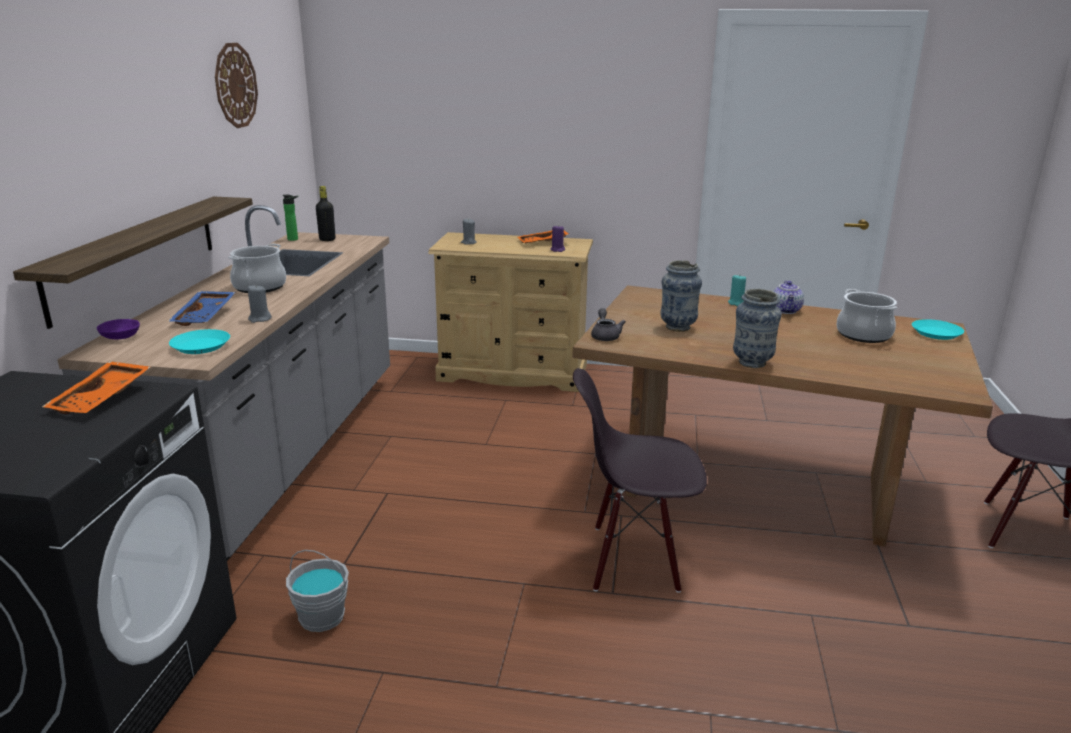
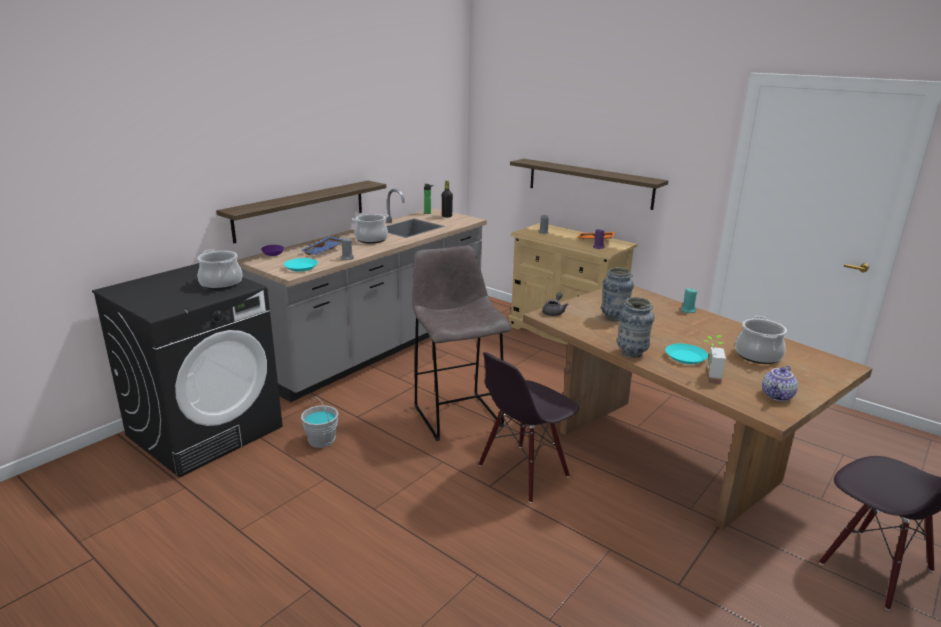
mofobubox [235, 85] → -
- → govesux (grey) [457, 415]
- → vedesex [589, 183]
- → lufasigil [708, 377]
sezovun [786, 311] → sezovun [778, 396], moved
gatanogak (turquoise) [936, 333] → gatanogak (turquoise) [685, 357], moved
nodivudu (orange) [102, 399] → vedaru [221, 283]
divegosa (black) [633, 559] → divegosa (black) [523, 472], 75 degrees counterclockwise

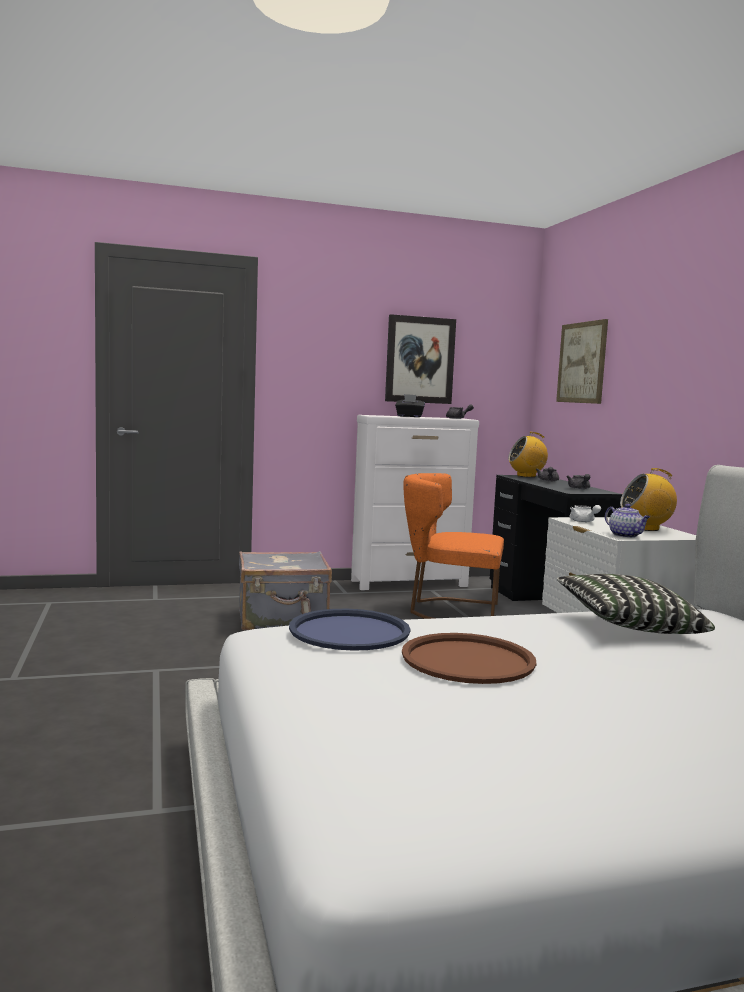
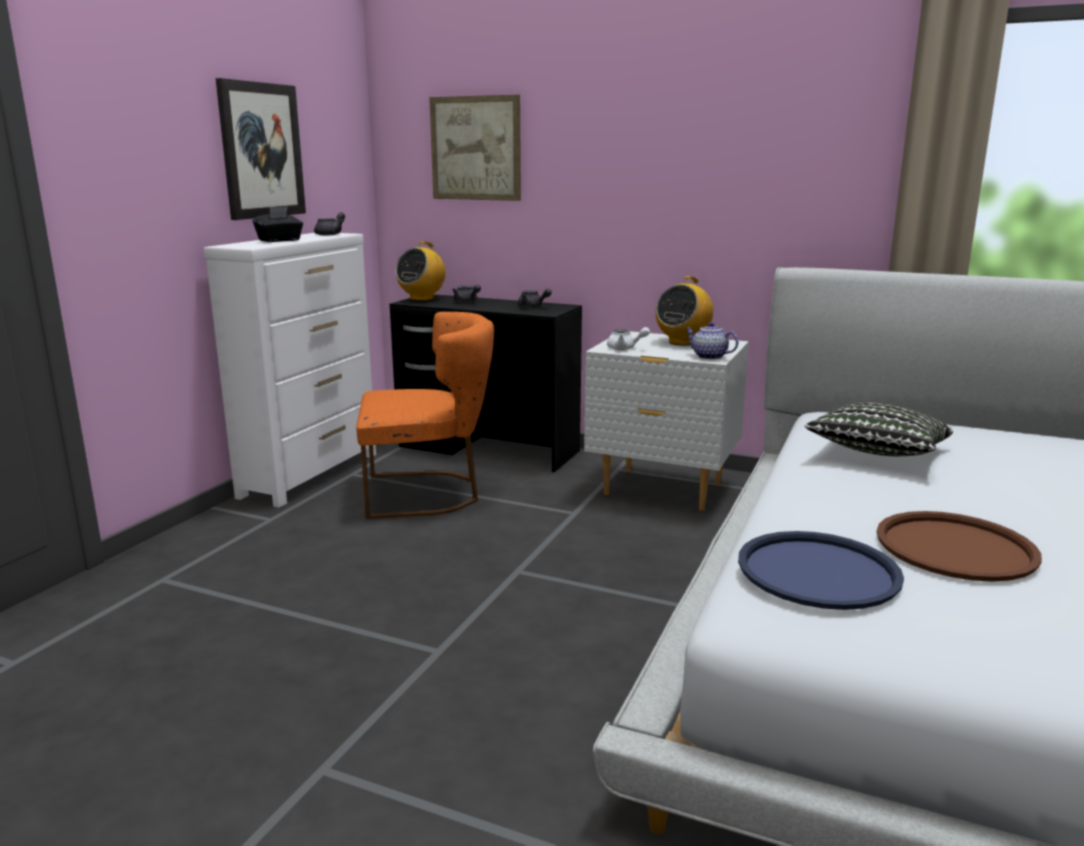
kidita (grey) [283, 620] → -
divegosa (orange) [449, 611] → divegosa (orange) [428, 493], 150 degrees counterclockwise
sezovun [626, 536] → sezovun [708, 356], 150 degrees counterclockwise

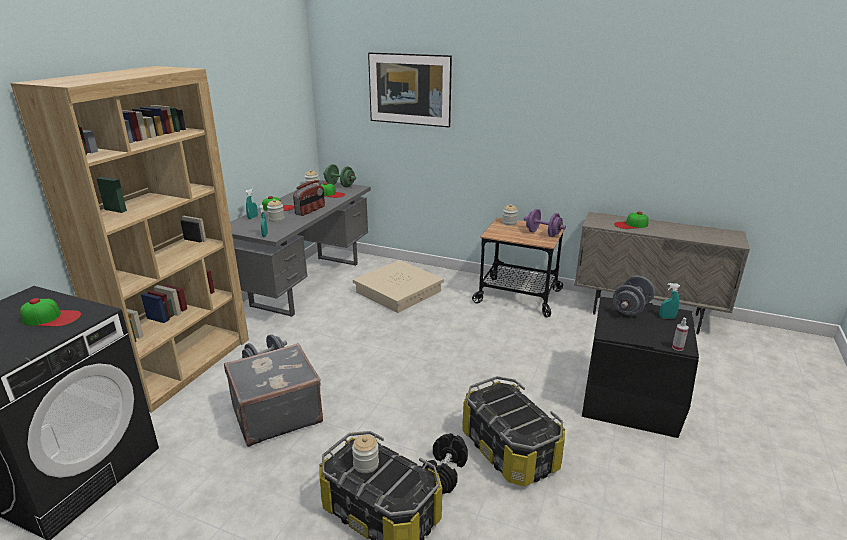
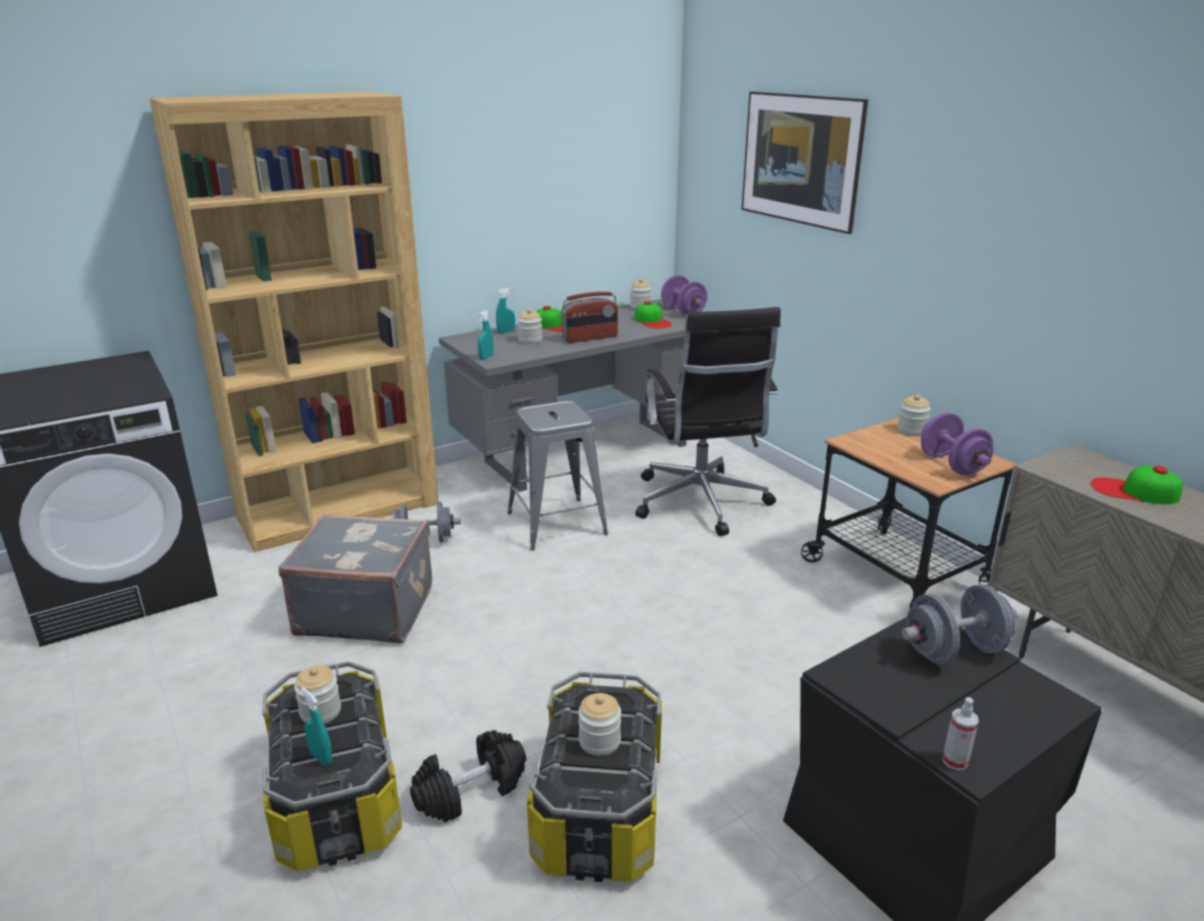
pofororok [51, 318] → -
- → govesux (grey) [556, 523]
- → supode [599, 741]
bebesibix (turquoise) [667, 317] → bebesibix (turquoise) [321, 757], moved
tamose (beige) [398, 292] → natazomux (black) [700, 503]
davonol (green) [340, 185] → davonol (purple) [683, 311]

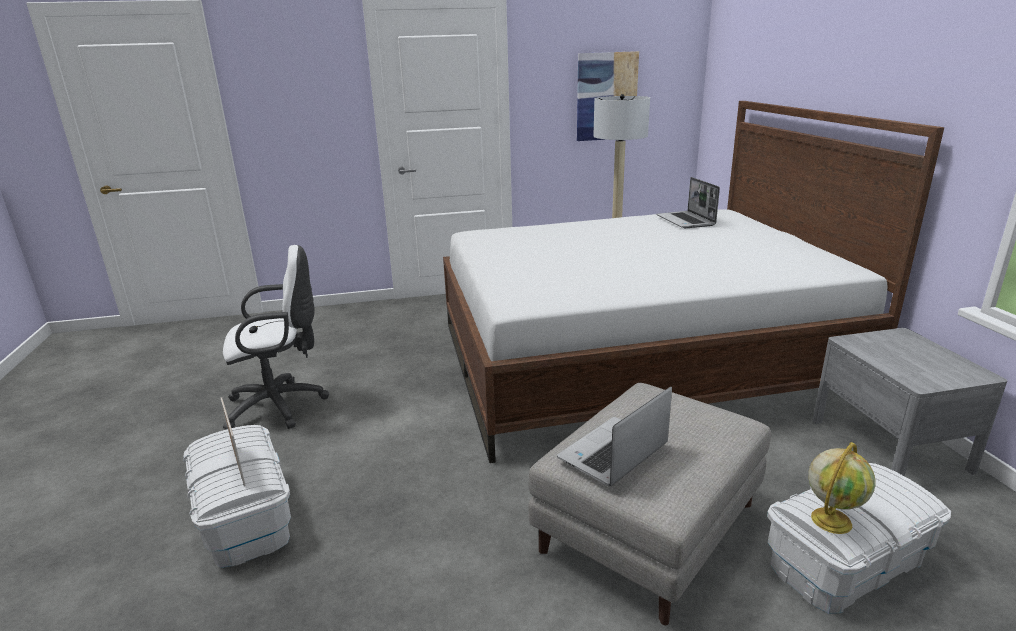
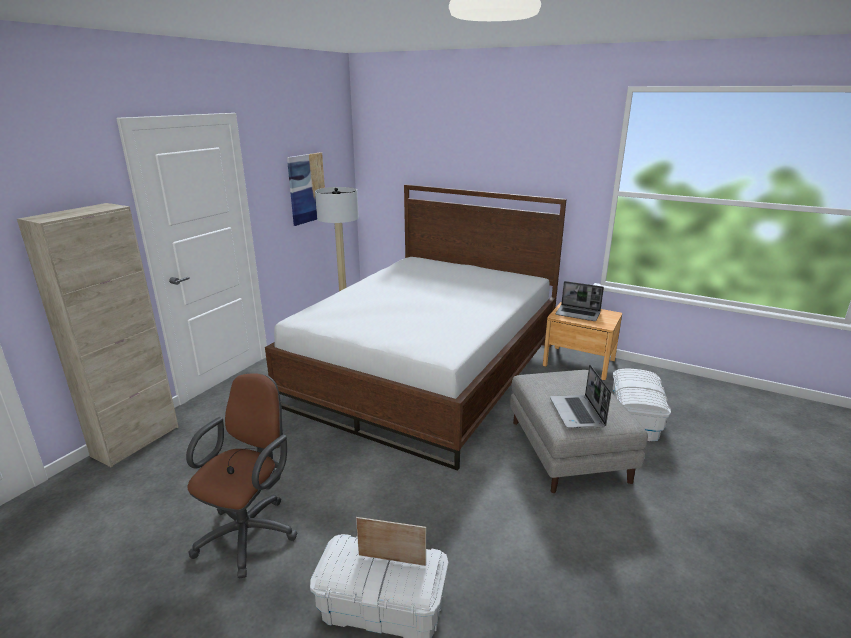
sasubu [831, 519] → -
- → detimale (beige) [136, 441]
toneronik [686, 221] → toneronik [578, 314], moved
natazomux (white) [281, 406] → natazomux (brown) [251, 531]
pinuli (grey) [889, 444] → pinuli (brown) [579, 362]

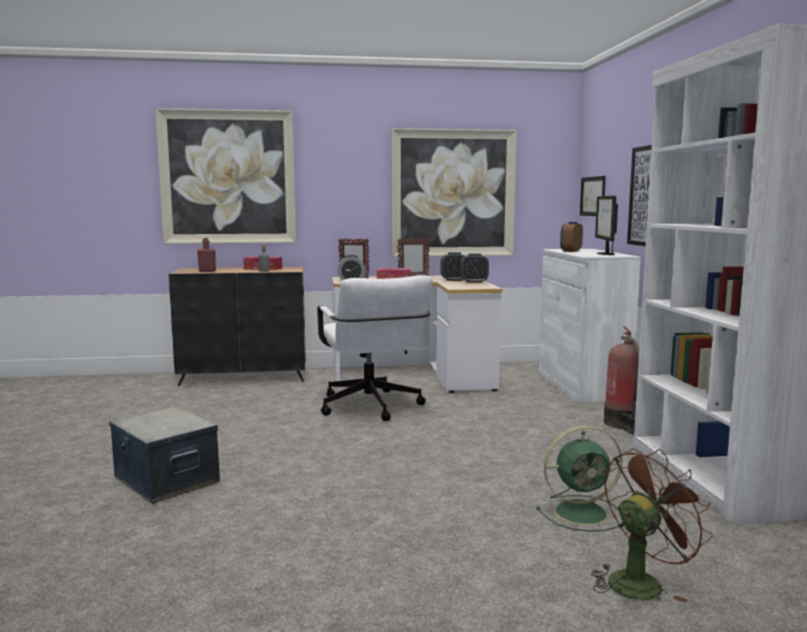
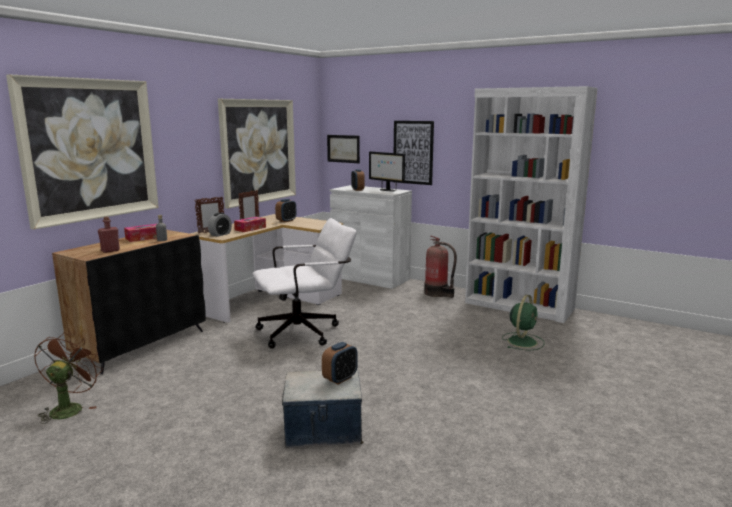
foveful [474, 282] → foveful [340, 379], moved
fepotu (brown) [641, 581] → fepotu (brown) [69, 408], moved
natazomux (white) [372, 409] → natazomux (white) [305, 332], 45 degrees counterclockwise

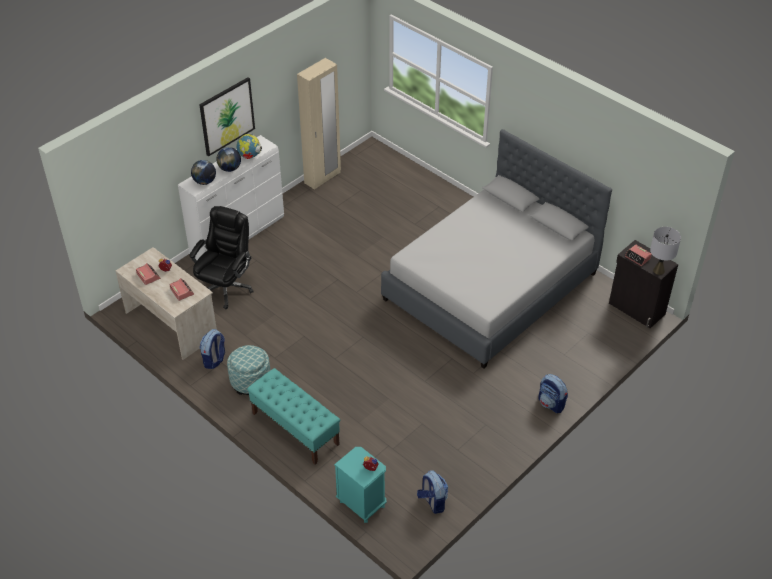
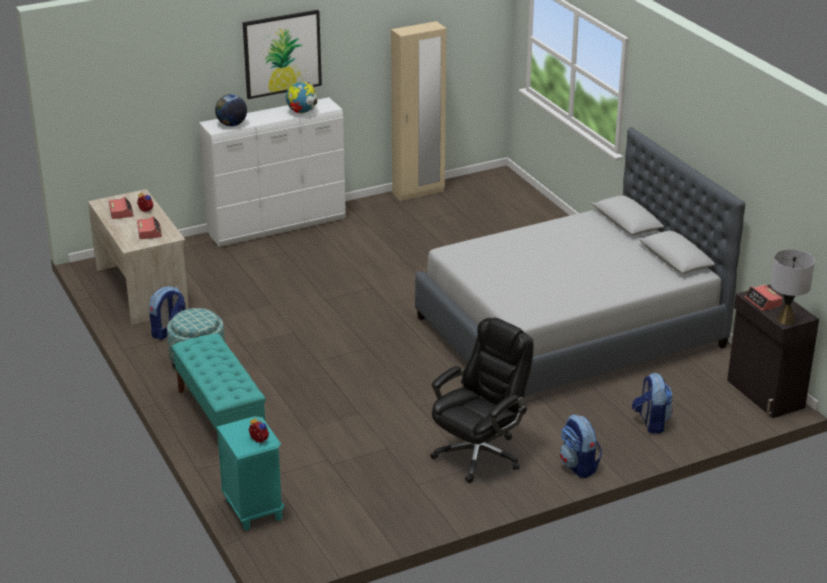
sasubu [229, 169] → -
natazomux (black) [226, 287] → natazomux (black) [479, 454], moved
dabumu [432, 502] → dabumu [651, 422], moved

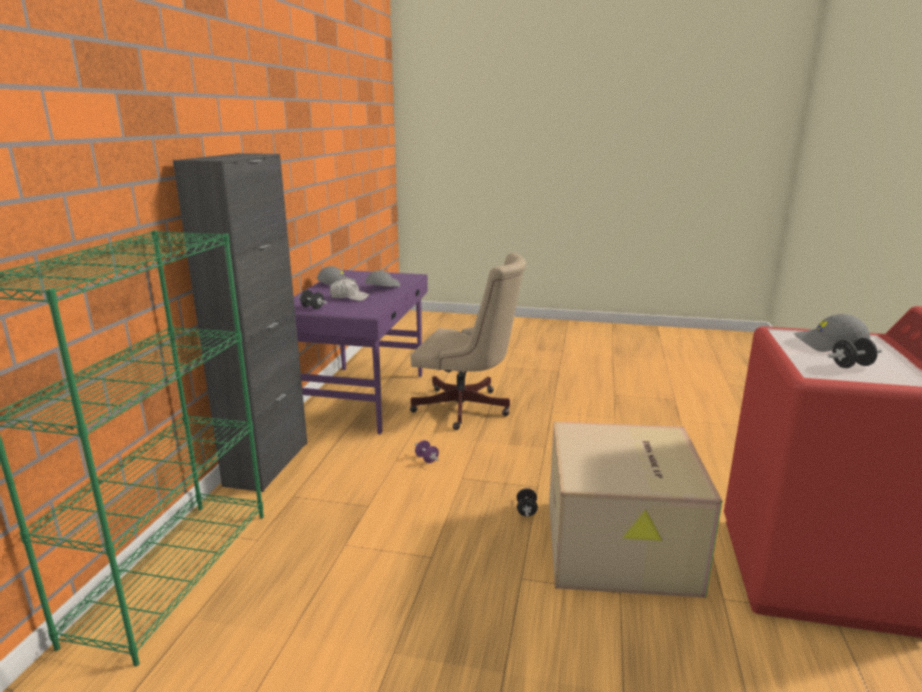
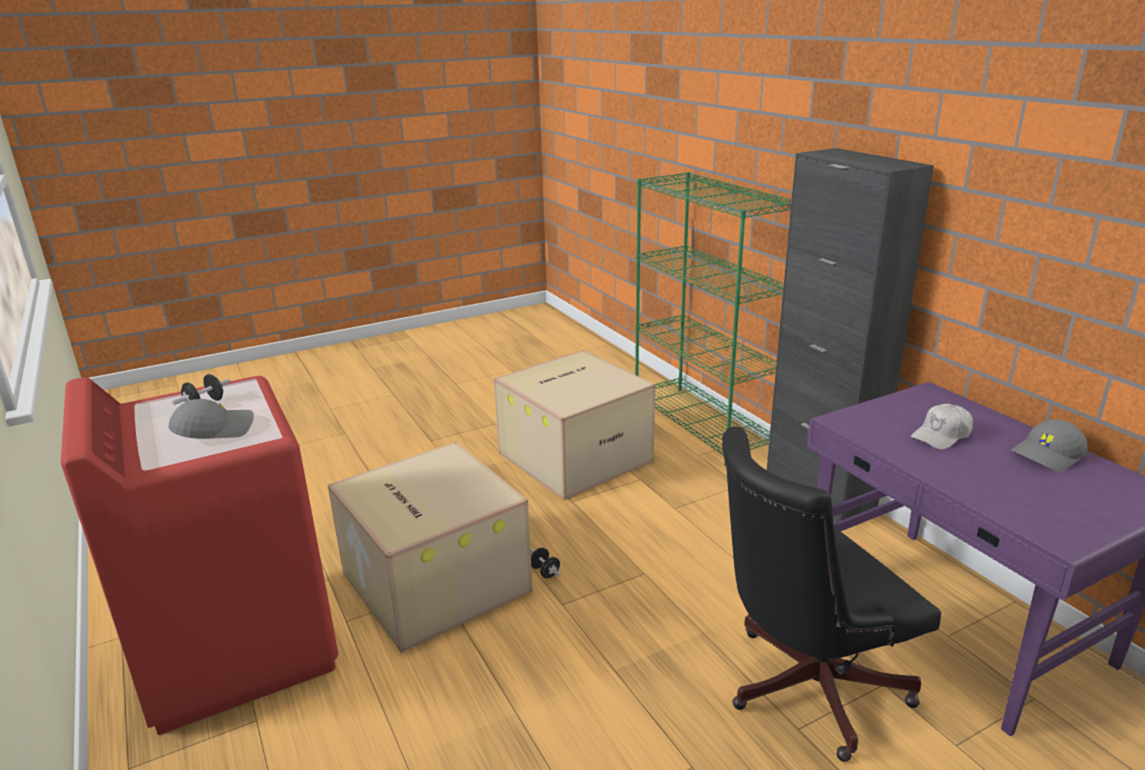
davonol (black) [312, 307] → -
pofororok (grey) [382, 287] → -
davonol (purple) [427, 459] → -
- → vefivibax [575, 455]
natazomux (beige) [467, 409] → natazomux (black) [804, 687]

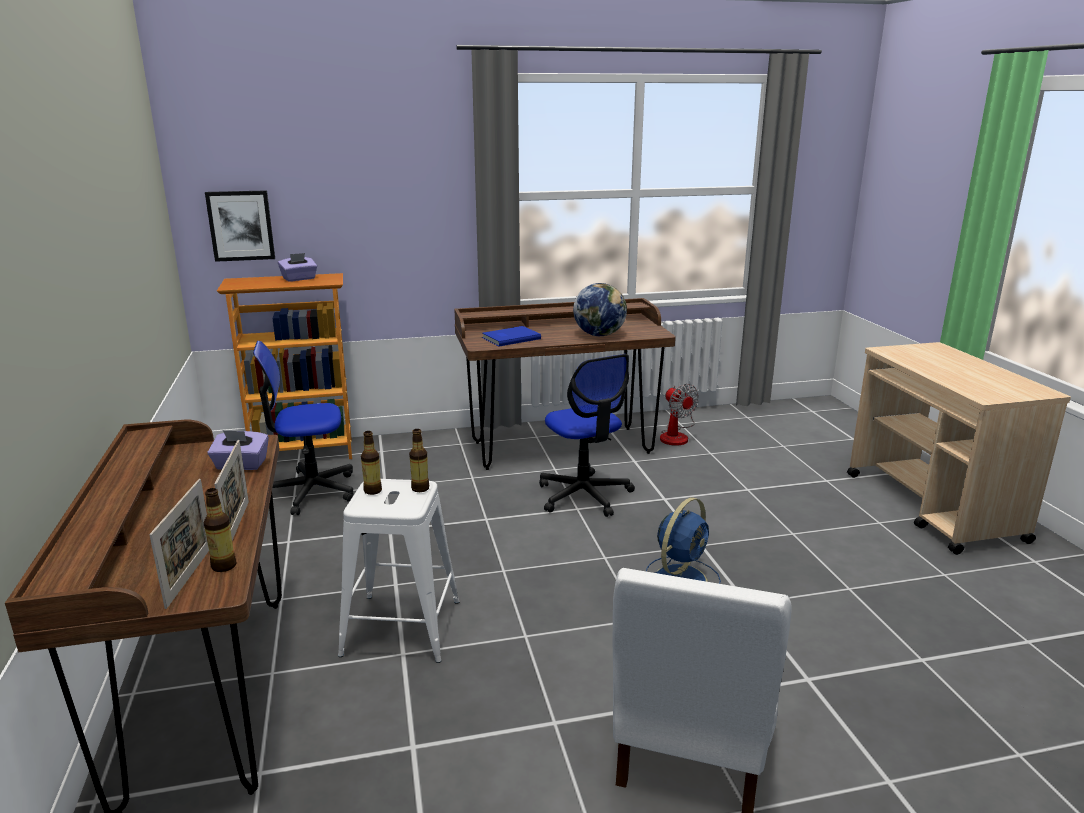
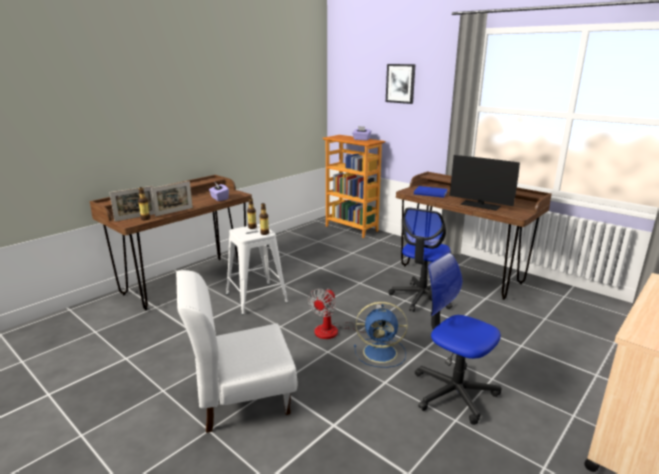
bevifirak [241, 225] → bevifirak [400, 83], moved
natazomux [311, 491] → natazomux [453, 392], moved
fepotu [676, 435] → fepotu [335, 331], moved
sasubu [599, 335] → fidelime [480, 205]

